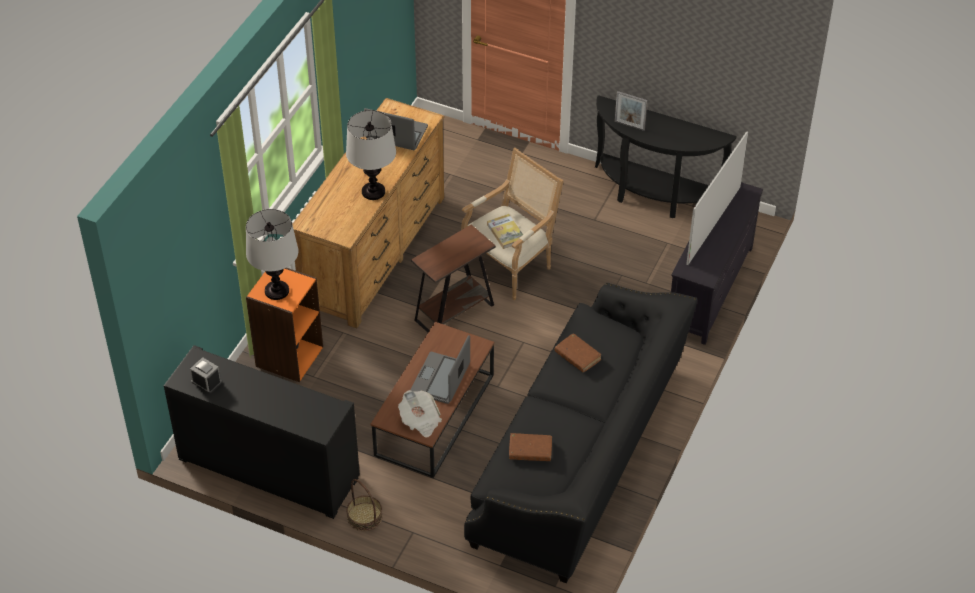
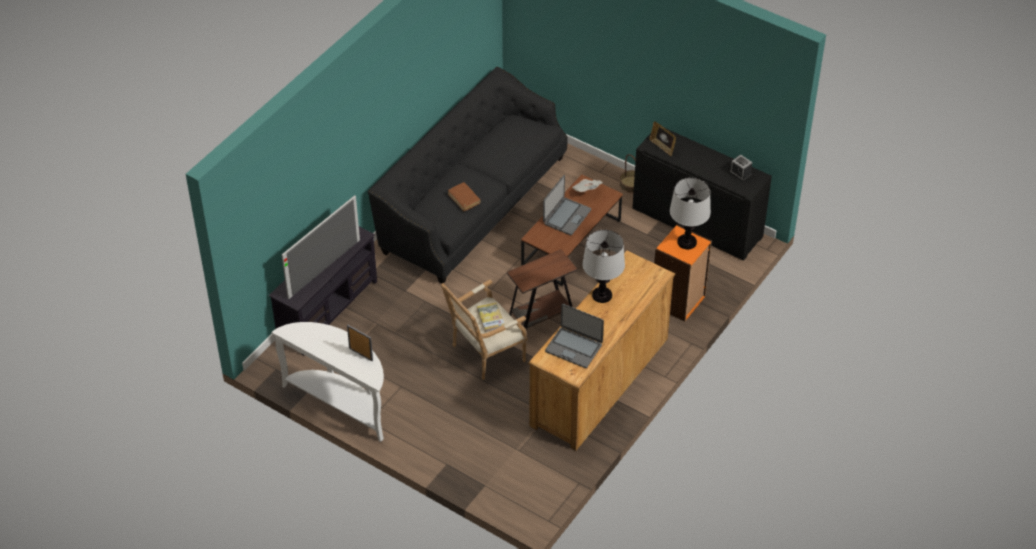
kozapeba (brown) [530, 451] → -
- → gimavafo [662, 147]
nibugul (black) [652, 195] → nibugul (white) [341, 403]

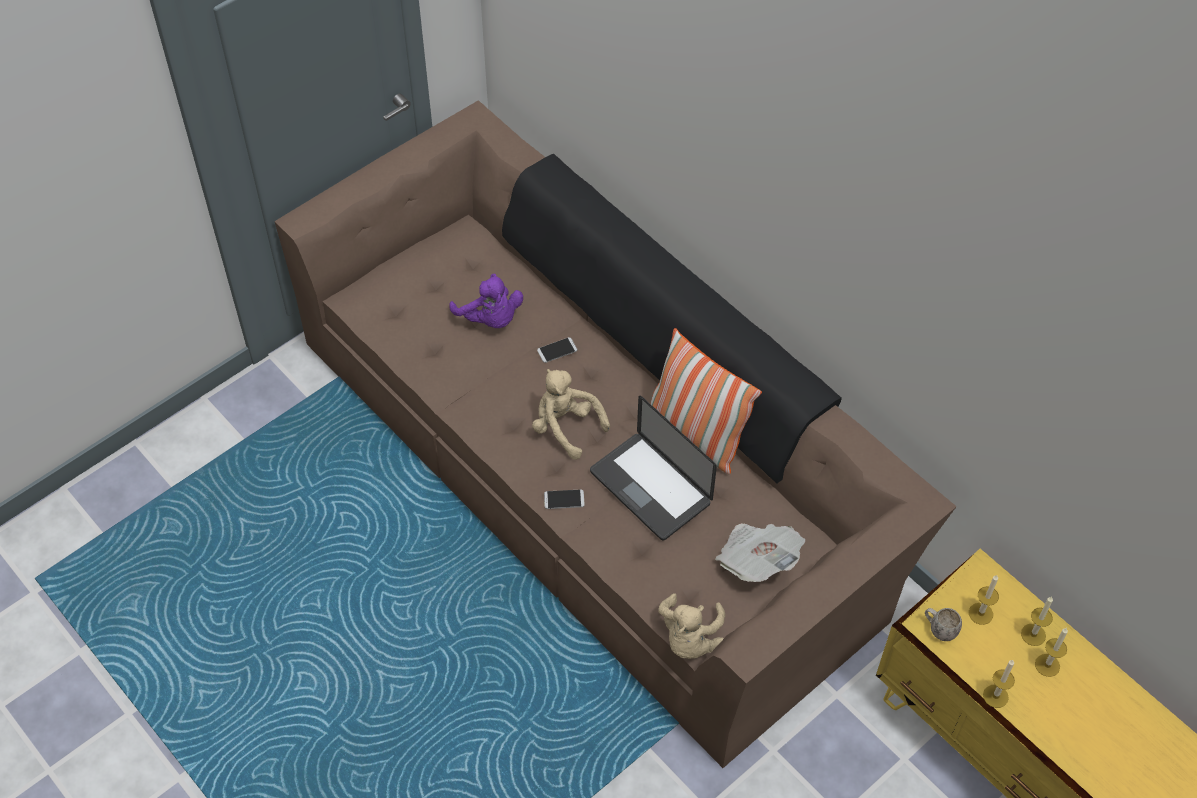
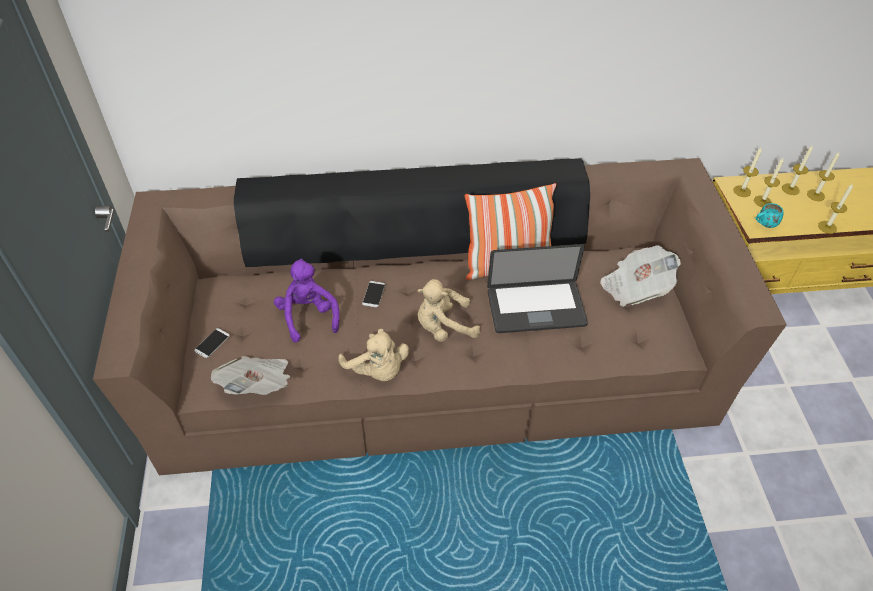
- → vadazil [258, 385]
- → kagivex [742, 191]
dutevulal [564, 499] → dutevulal [212, 343], moved
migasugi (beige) [690, 639] → migasugi (beige) [377, 370], moved
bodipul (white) [939, 629] → bodipul (turquoise) [764, 224]
migasugi (purple) [490, 319] → migasugi (purple) [308, 316], 105 degrees counterclockwise

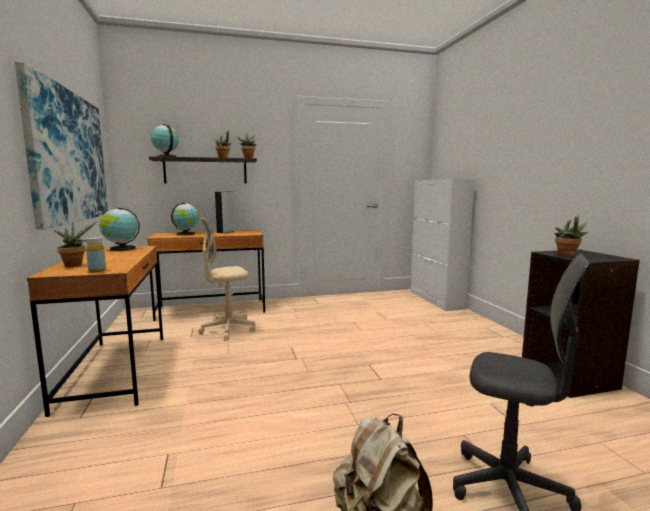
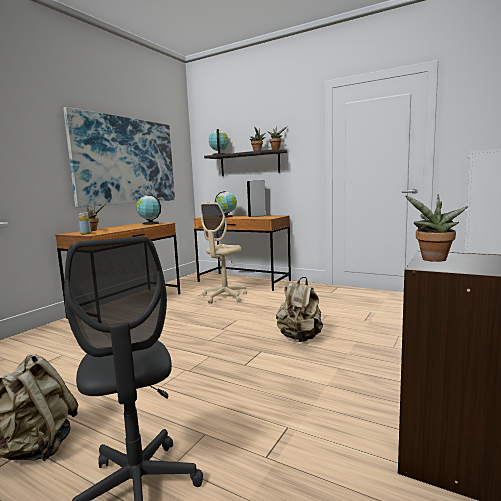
- → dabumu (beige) [300, 338]
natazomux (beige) [228, 329] → natazomux (beige) [224, 297], 75 degrees counterclockwise

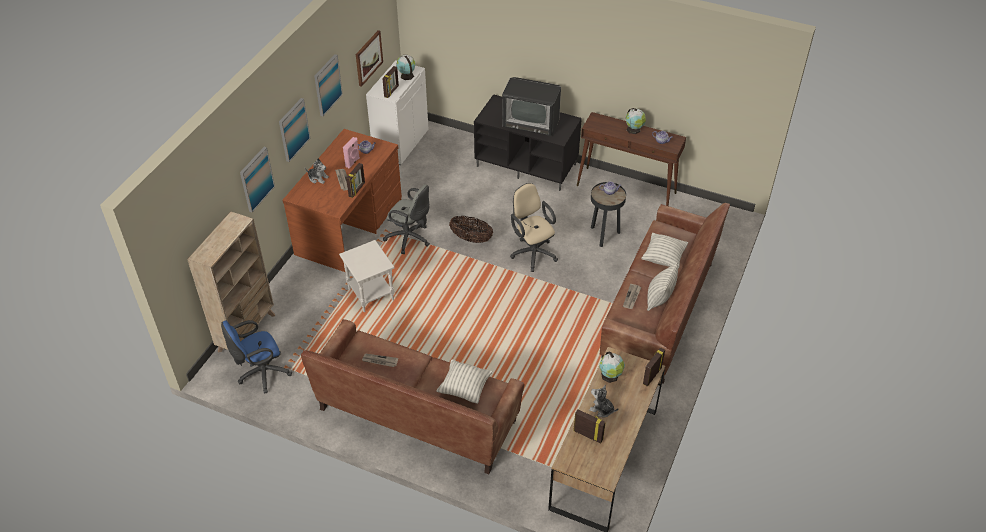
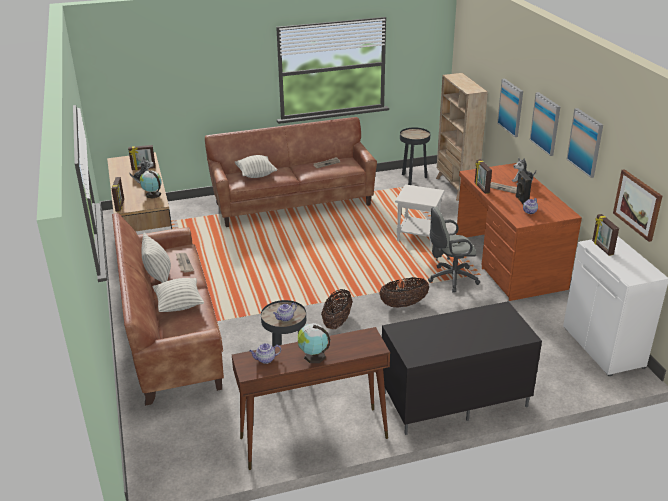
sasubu [406, 75] → -
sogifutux [531, 122] → -
natazomux (blue) [261, 374] → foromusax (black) [413, 179]
natazomux (beige) [532, 252] → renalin [337, 322]
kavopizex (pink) [353, 162] → kavopizex (black) [521, 200]

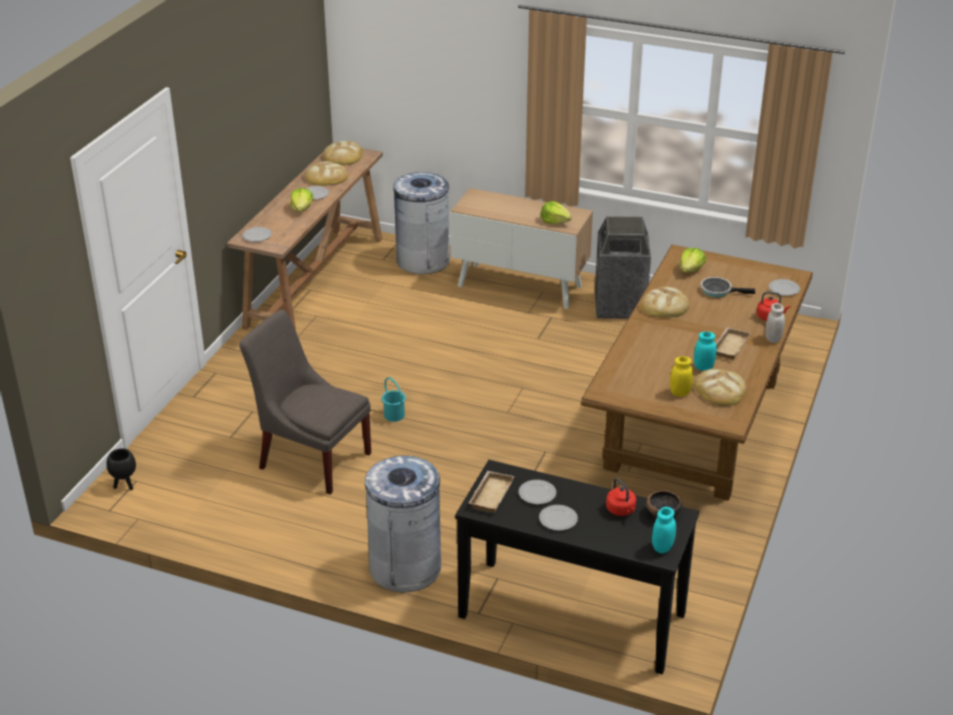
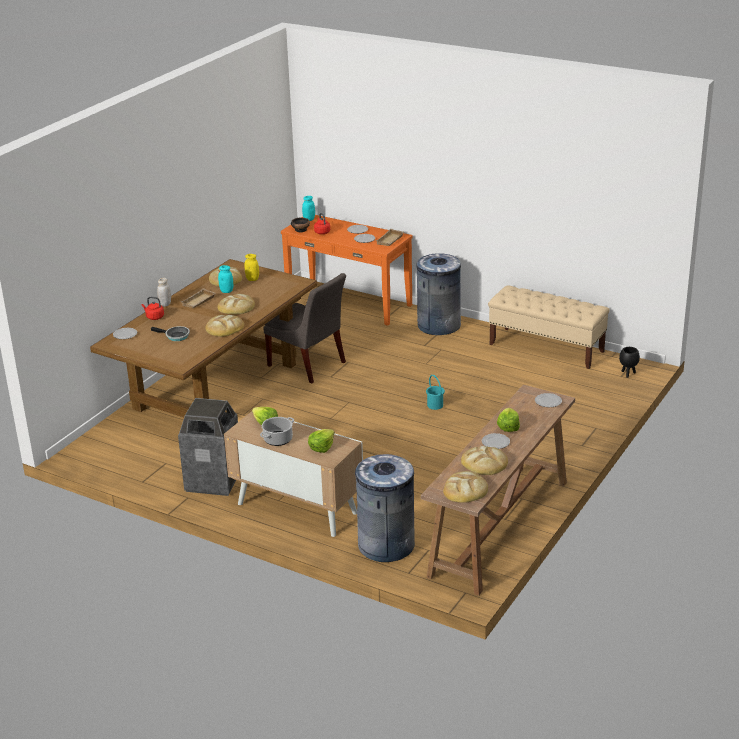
- → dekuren [236, 307]
- → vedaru [278, 440]
- → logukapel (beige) [546, 348]
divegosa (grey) [311, 458] → divegosa (grey) [309, 365], moved
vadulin [691, 270] → vadulin [321, 447], moved
nibugul (black) [571, 616] → nibugul (orange) [349, 302]

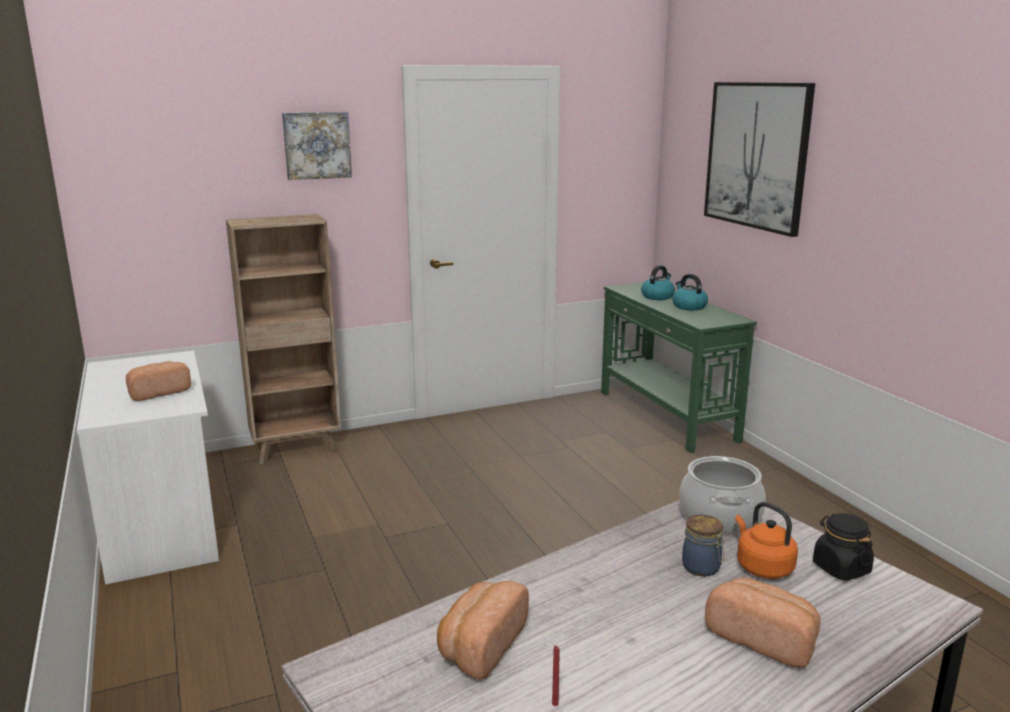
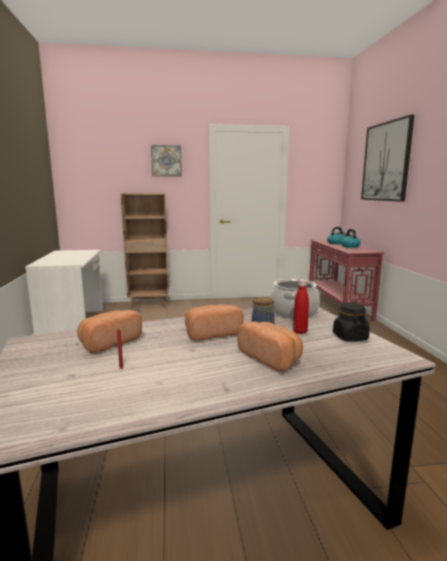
dekuren [158, 392] → dekuren [212, 333], moved
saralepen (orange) [762, 567] → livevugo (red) [300, 332]
nibugul (green) [666, 416] → nibugul (red) [338, 307]

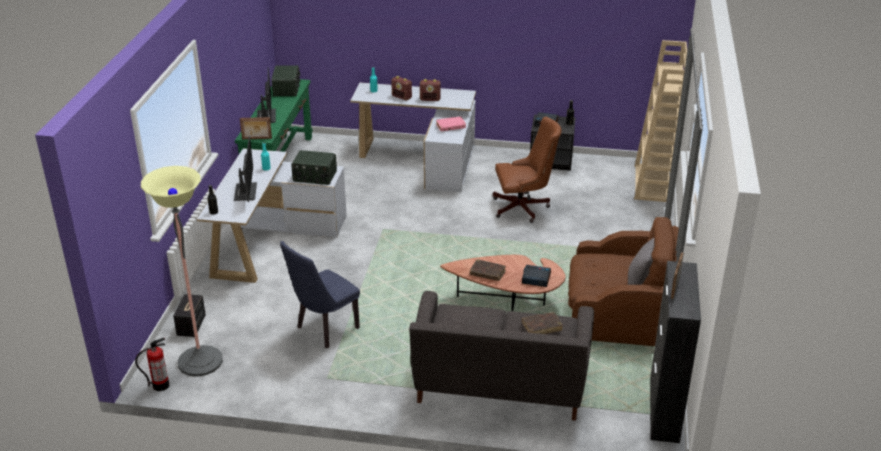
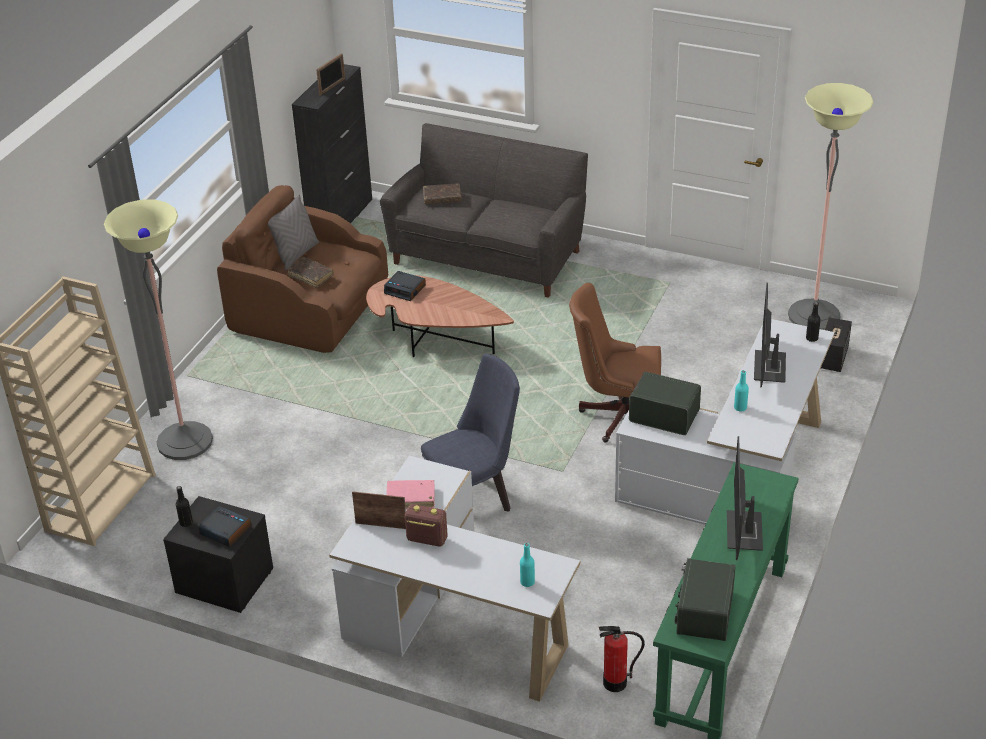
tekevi [402, 97] → -
- → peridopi [185, 441]
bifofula [160, 385] → bifofula [615, 683], moved
gimavafo [257, 139] → gimavafo [381, 525], moved
divegosa (blue) [324, 330] → divegosa (blue) [475, 499], moved
kozapeba (brown) [487, 273] → kozapeba (brown) [310, 276], moved
natazomux (brown) [524, 208] → natazomux (brown) [618, 415], moved

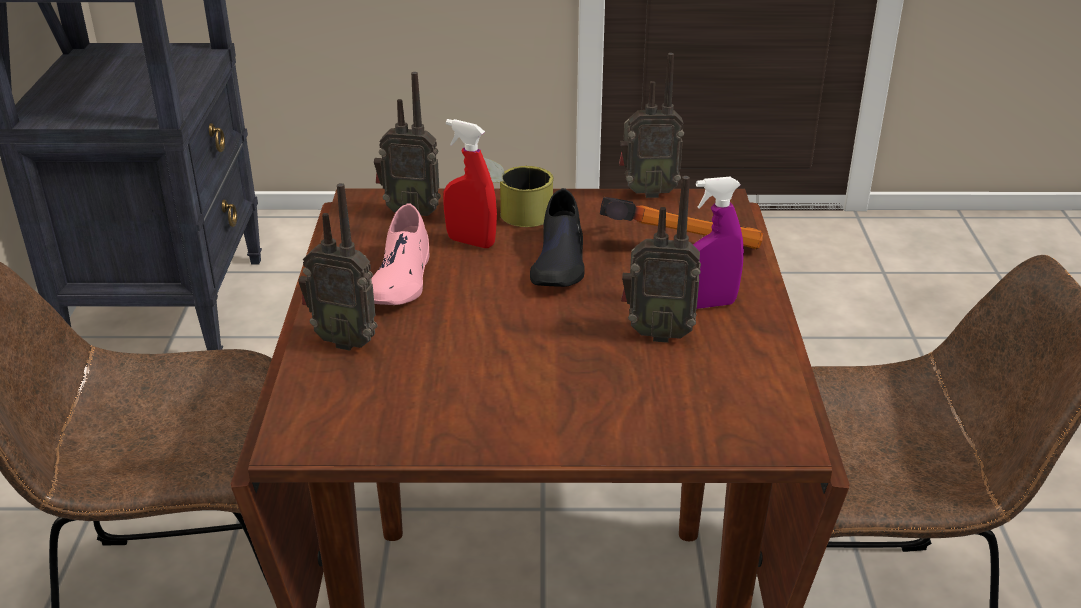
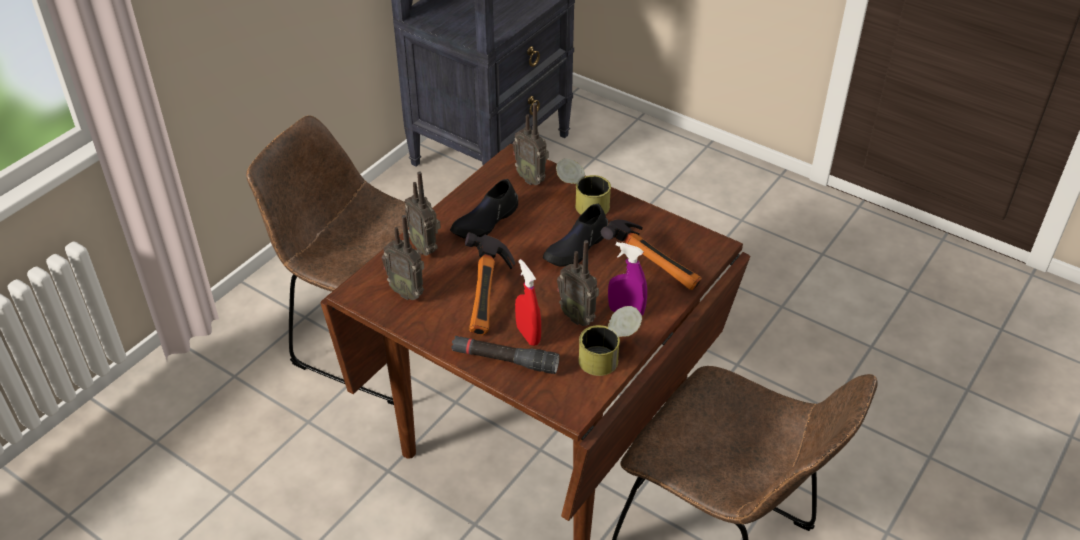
- → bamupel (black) [505, 360]
- → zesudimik [490, 298]
- → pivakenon [609, 356]
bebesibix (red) [471, 242] → bebesibix (red) [528, 335], moved
tekevi [647, 192] → tekevi [408, 292], moved
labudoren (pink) [400, 278] → labudoren (black) [485, 221]

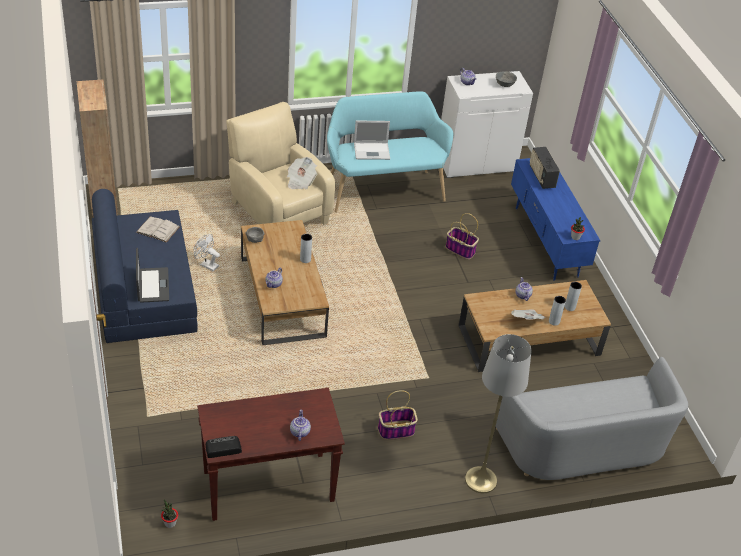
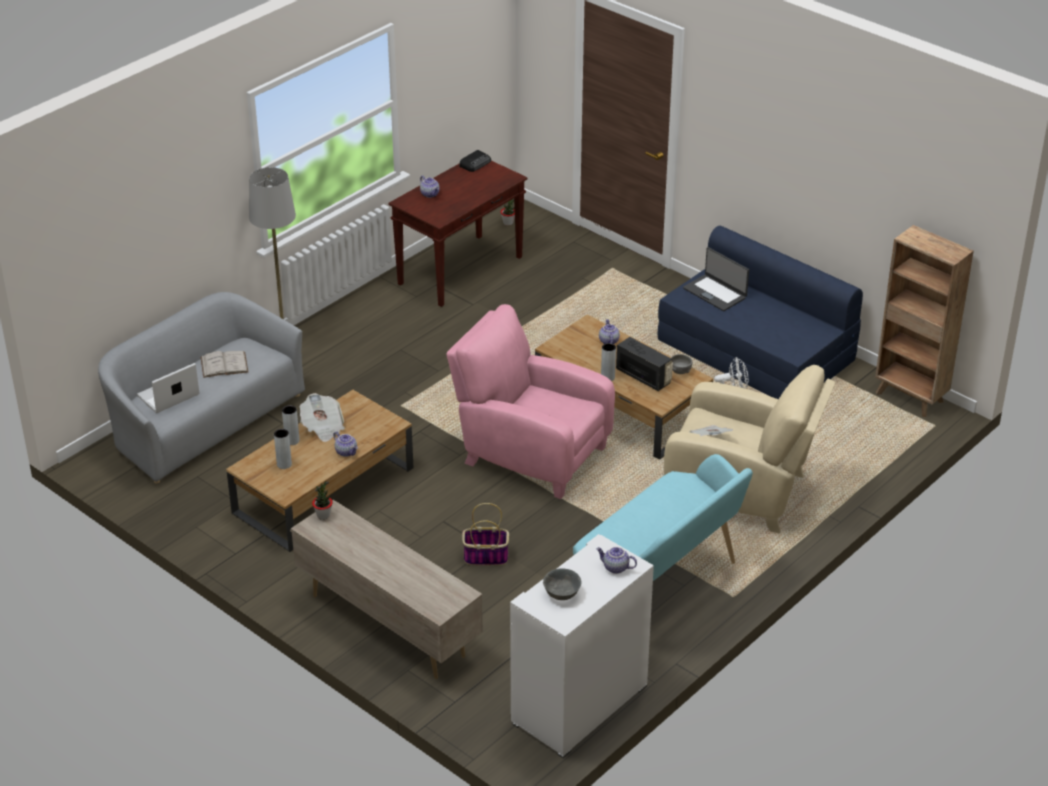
renalin [395, 430] → -
- → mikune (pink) [531, 453]
kozapeba (white) [157, 229] → kozapeba (white) [224, 364], moved
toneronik [372, 151] → toneronik [167, 396], moved
tekevi [541, 177] → tekevi [643, 377], moved
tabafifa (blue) [545, 242] → tabafifa (beige) [388, 625]

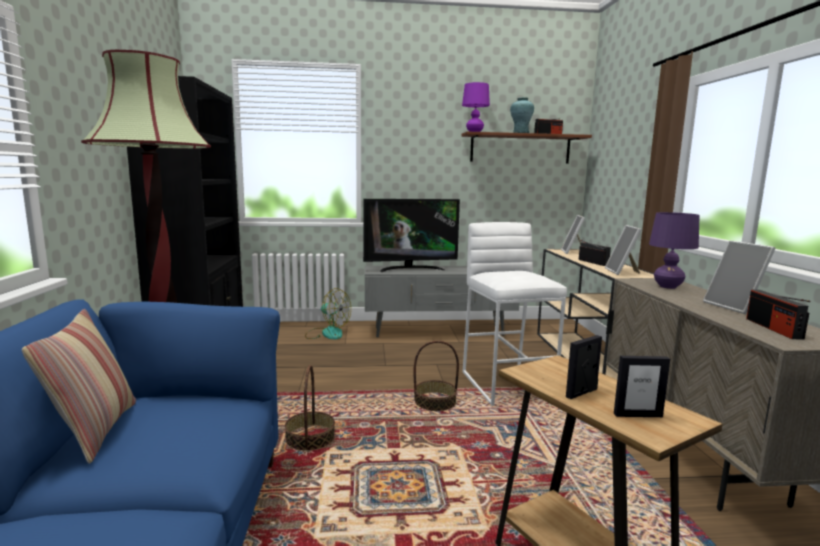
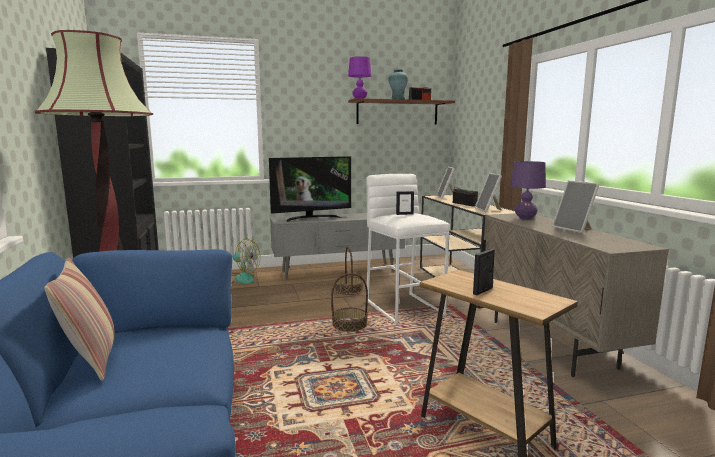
tekevi [773, 328] → -
renalin [310, 438] → renalin [348, 290], moved
gimavafo [637, 415] → gimavafo [404, 214], moved

